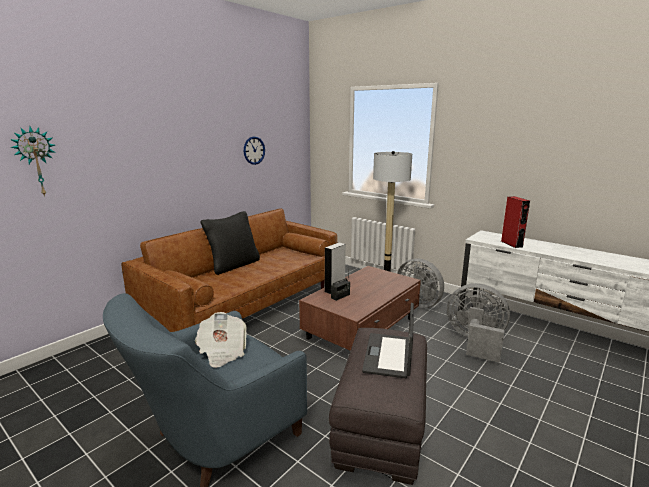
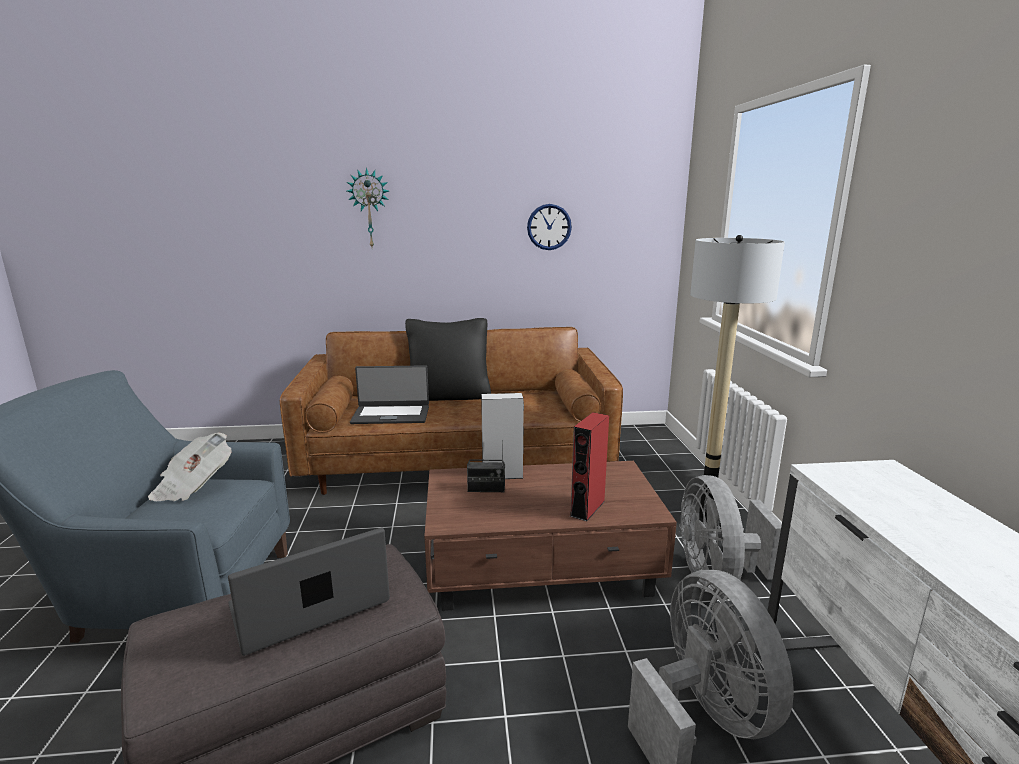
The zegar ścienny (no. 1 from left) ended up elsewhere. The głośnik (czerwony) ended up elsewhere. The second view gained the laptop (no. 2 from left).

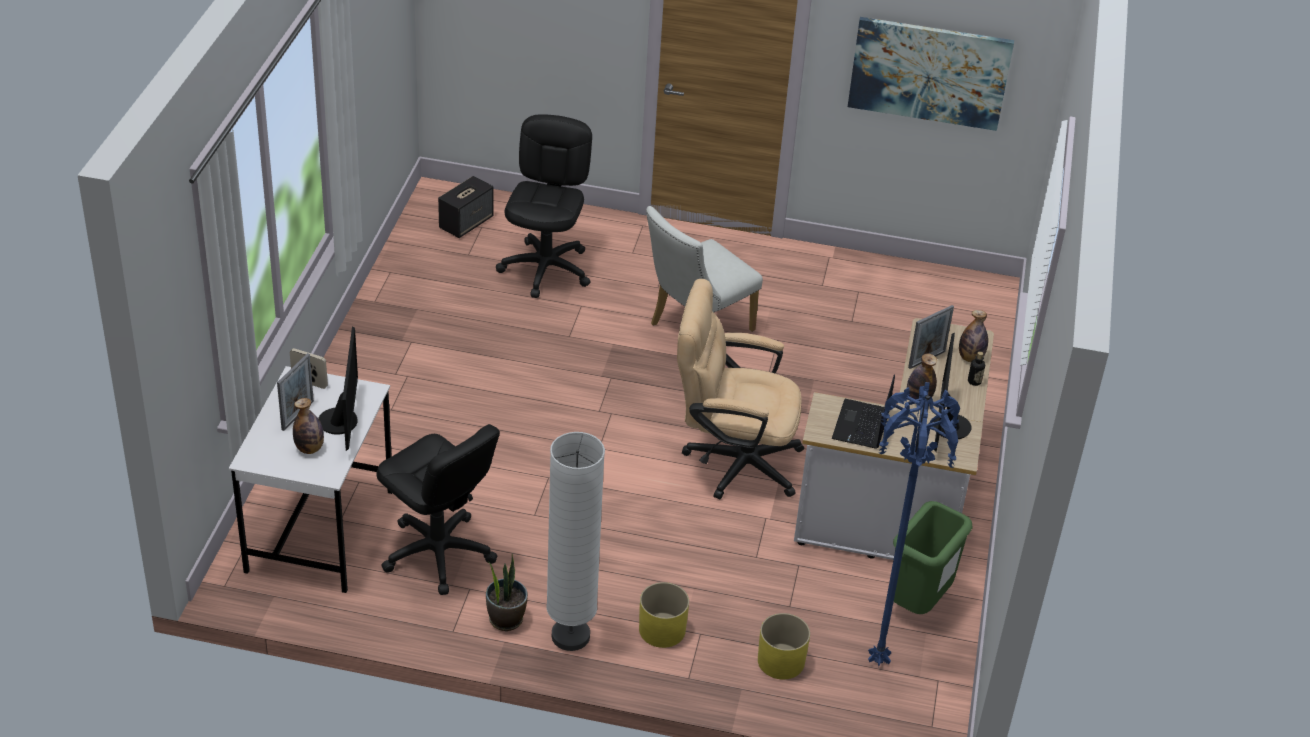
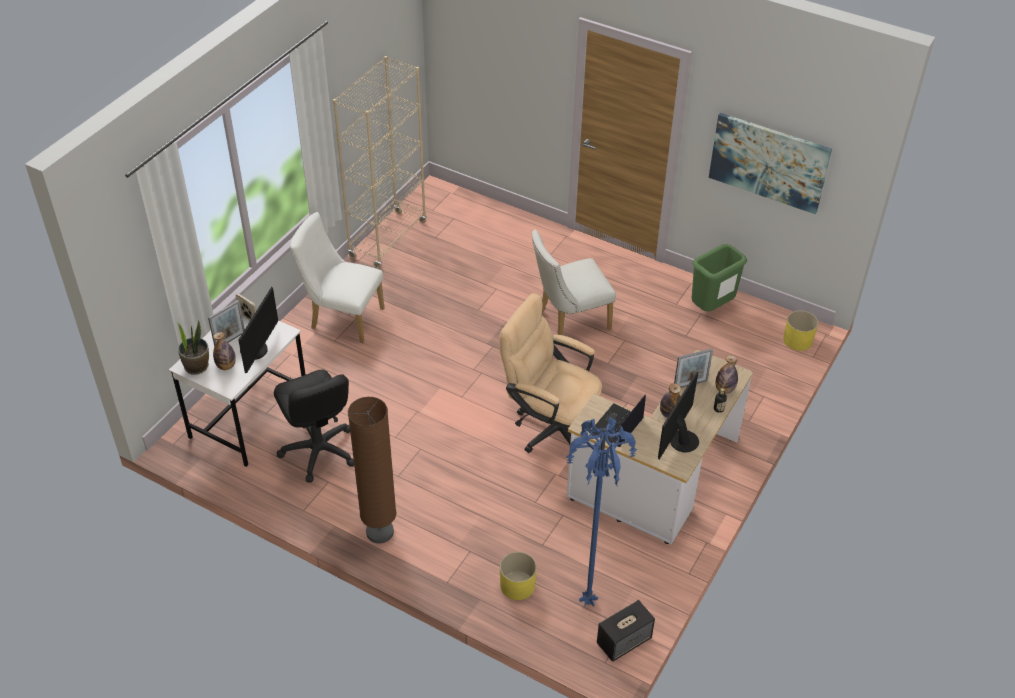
The głośnik ended up elsewhere. The roślina doniczkowa ended up elsewhere. The second view lost the krzesło biurowe (czarny) (no. 2 from left). What was the lampa stojąca (biały) turned into the lampa stojąca (brązowy). The donica (żółty) (no. 1 from left in the first image) ended up elsewhere. The kosz na śmieci (zielony) ended up elsewhere. The second view gained the krzesło (biały) (no. 1 from left). The second view gained the regał (beżowy).

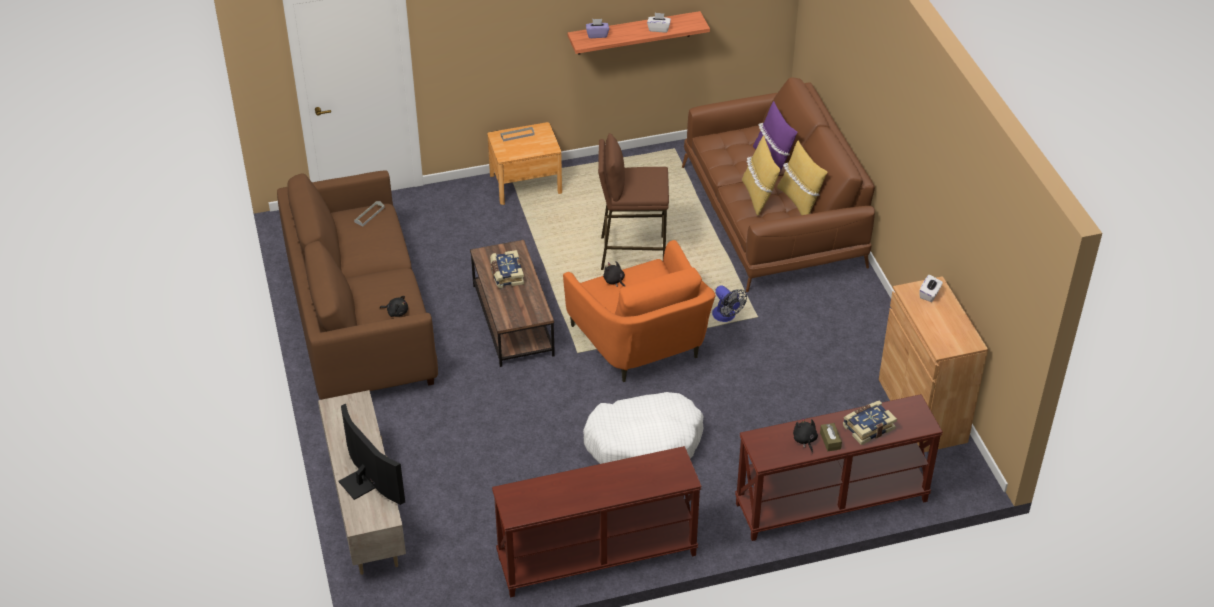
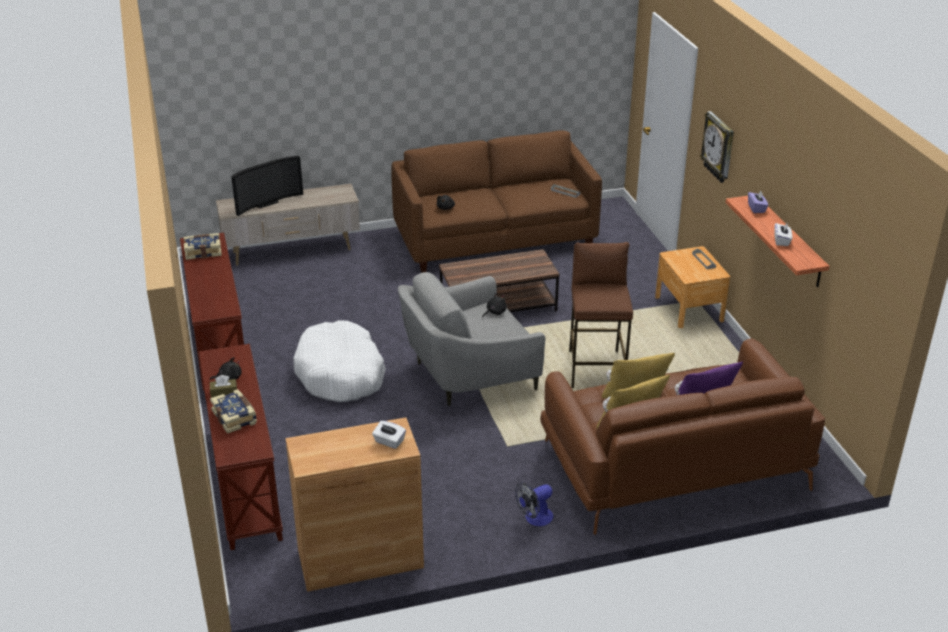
The książka (no. 1 from left) ended up elsewhere. What was the fotel (pomarańczowy) turned into the fotel (szary). The wentylator ended up elsewhere. The second view gained the zegar ścienny.

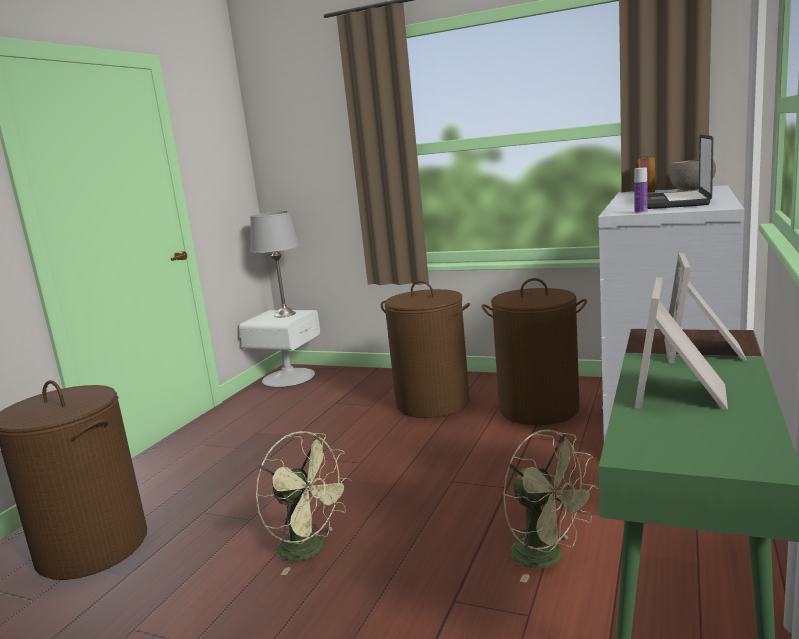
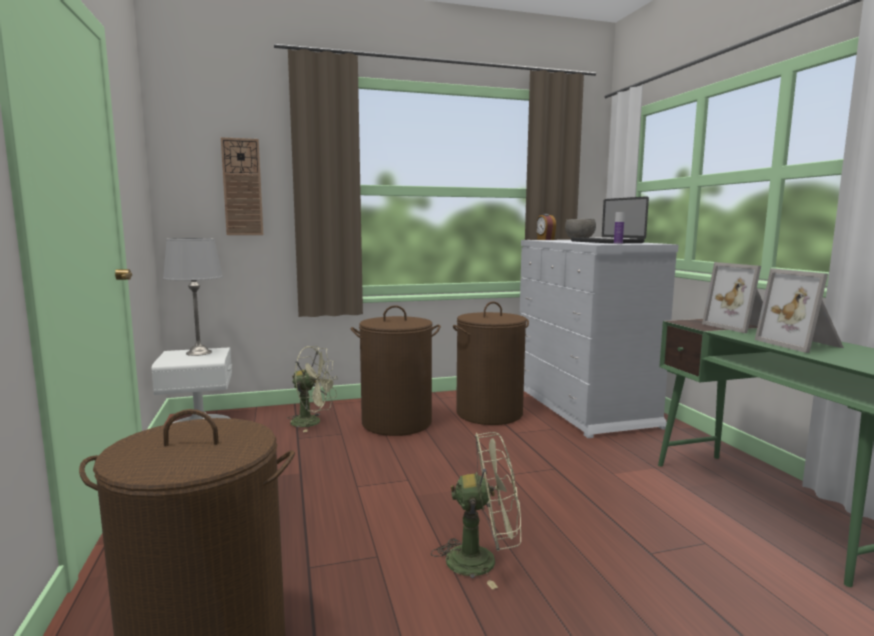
The wentylator (zielony) (no. 2 from left in the first image) ended up elsewhere. The second view gained the zegar ścienny.

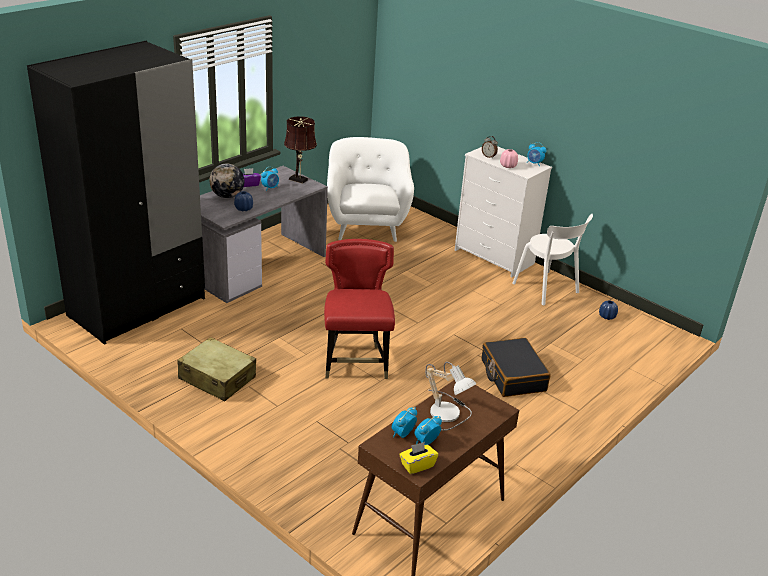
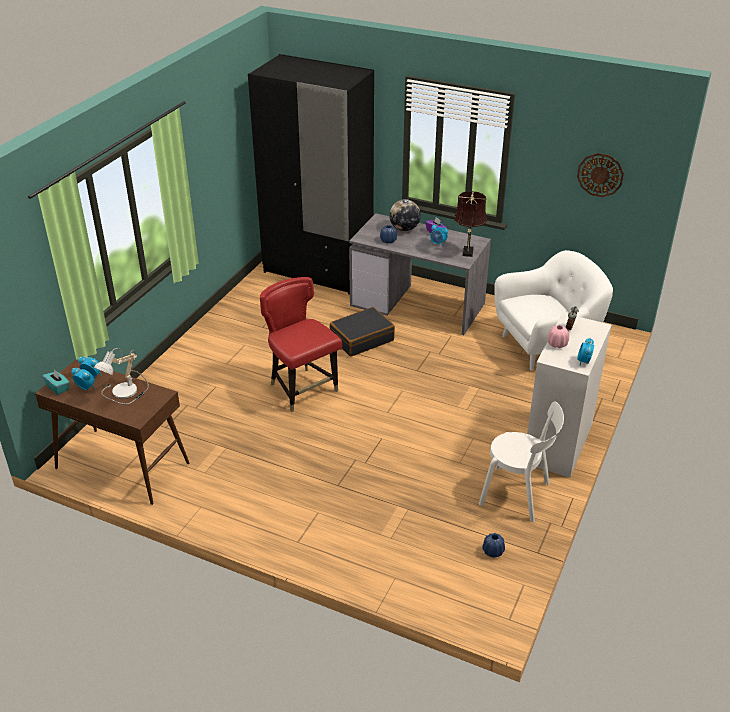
The second view lost the walizka (beżowy). The krzesło (czerwony) ended up facing another way, 105 degrees counterclockwise from before. What was the pudełko chusteczek (żółty) turned into the pudełko chusteczek (turkusowy). The walizka (czarny) ended up elsewhere. The krzesło (biały) ended up facing another way, 105 degrees counterclockwise from before. The second view gained the zegar ścienny.

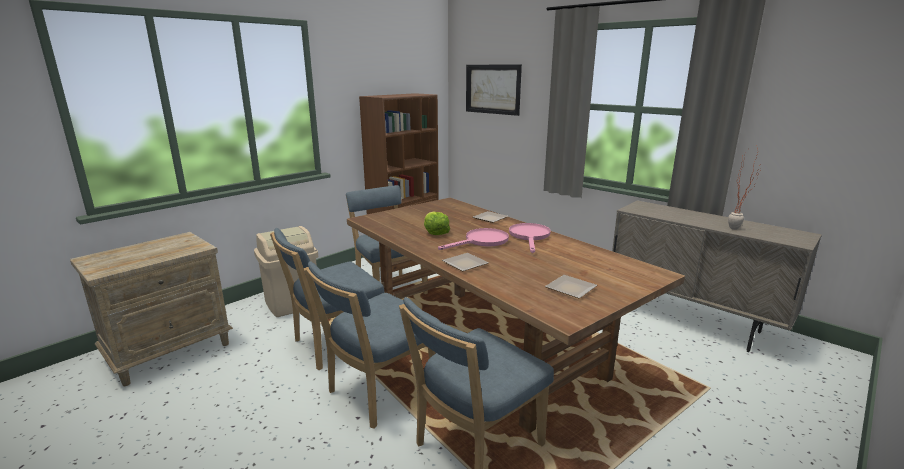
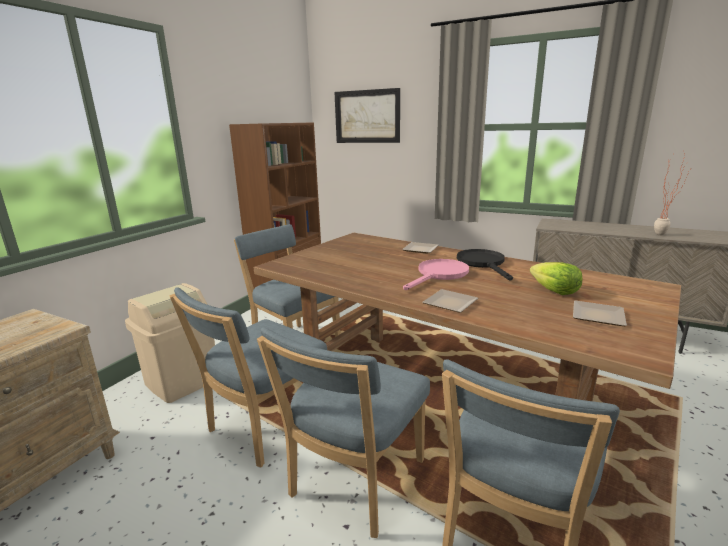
The sałata ended up elsewhere. What was the patelnia (różowy) (no. 2 from left) turned into the patelnia (czarny).

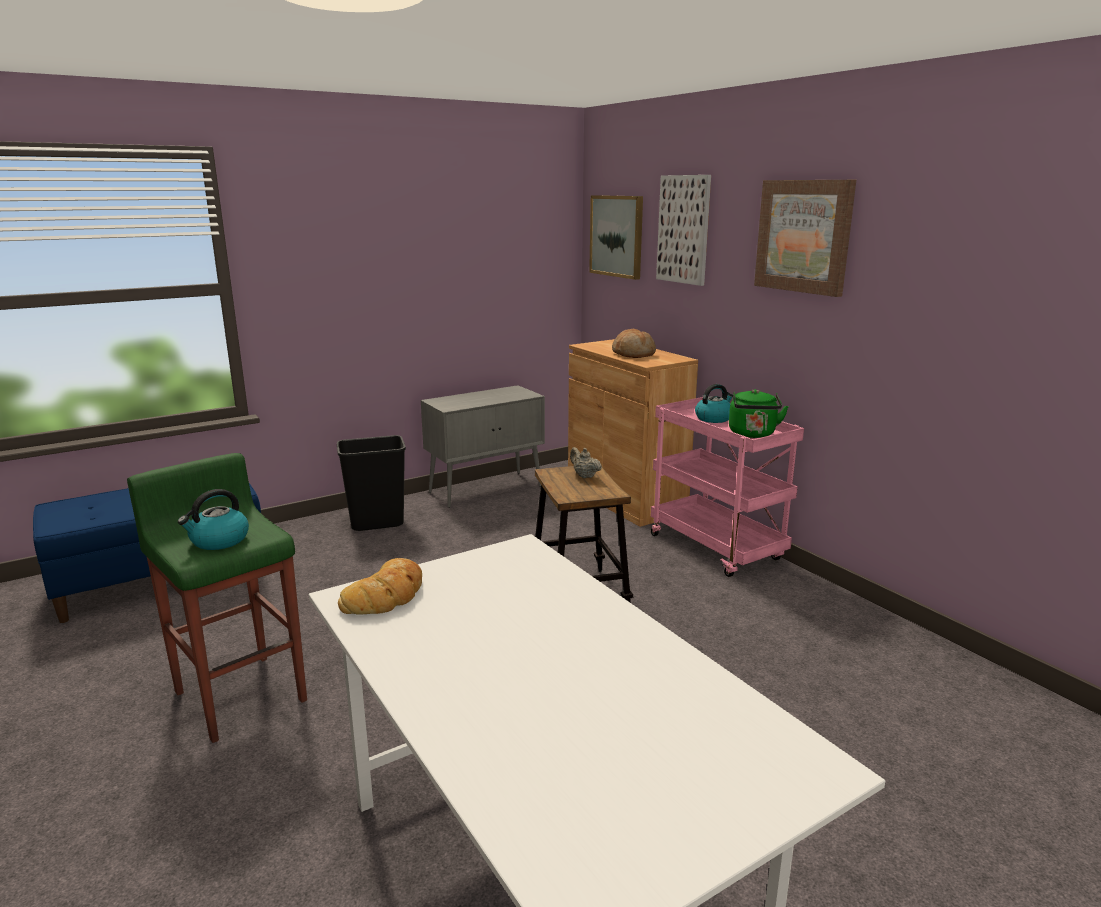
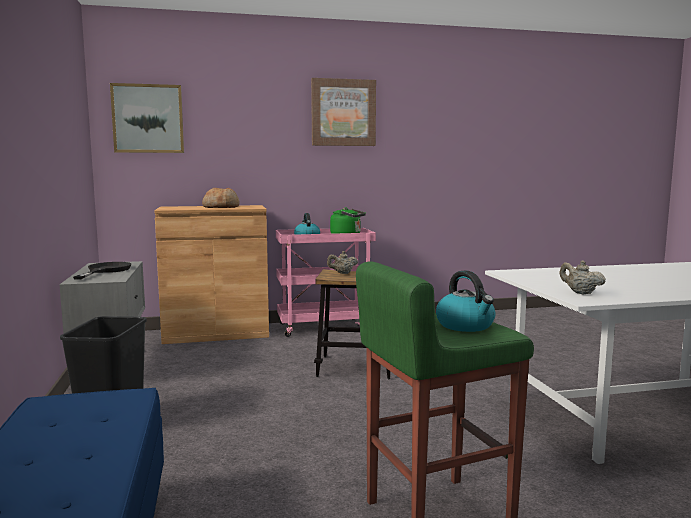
Where the chleb (no. 1 from left) stood, the imbryk (beżowy) (no. 2 from left) came to stand. The second view lost the obraz (no. 2 from left). The second view gained the patelnia (czarny).

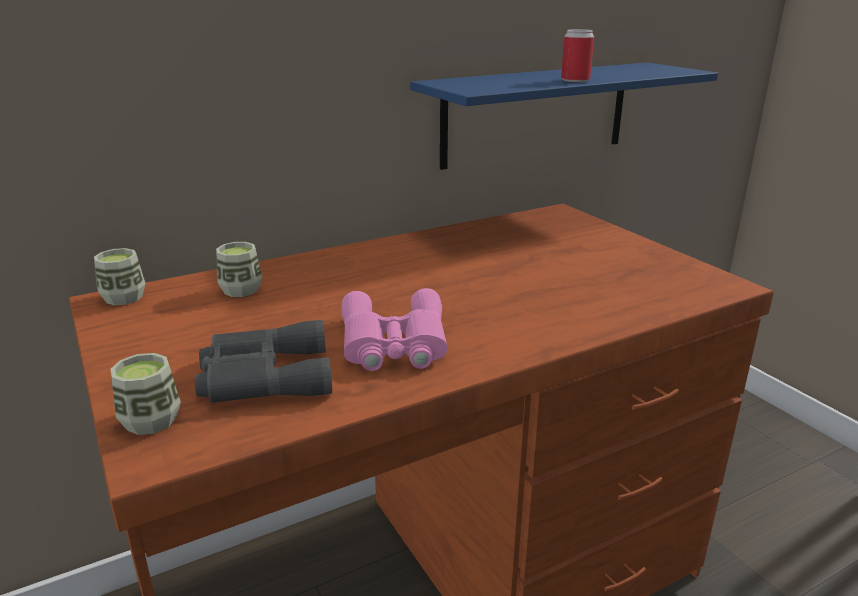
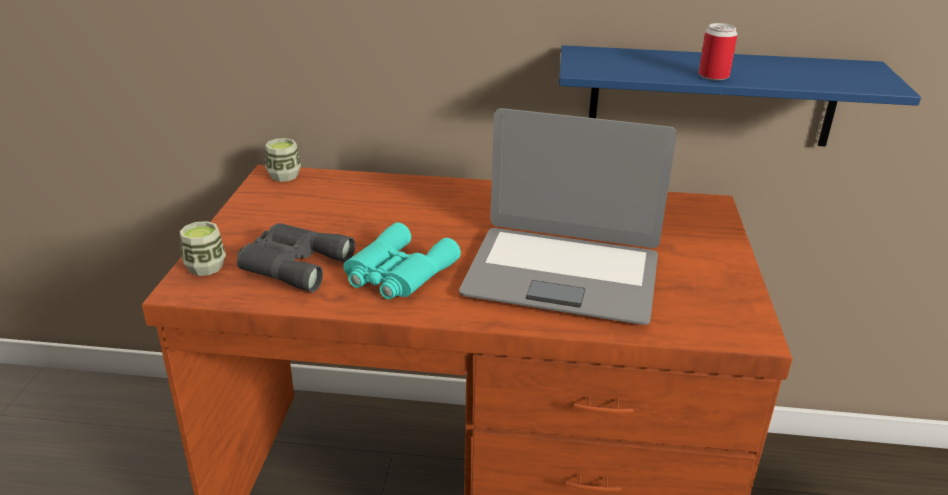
The second view lost the filiżanka (no. 3 from left). What was the lornetka (różowy) turned into the lornetka (turkusowy). The second view gained the laptop.

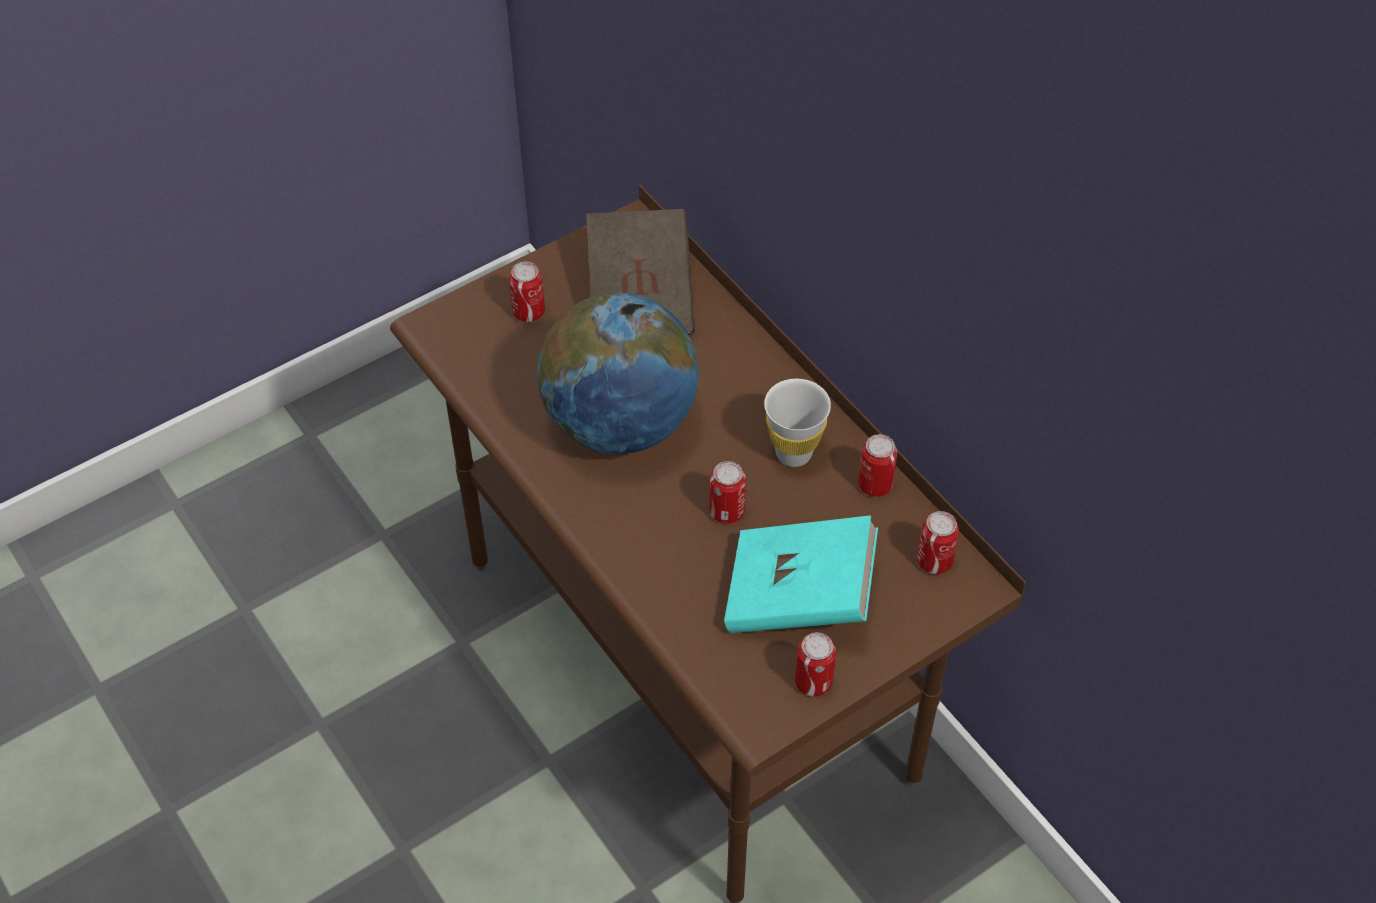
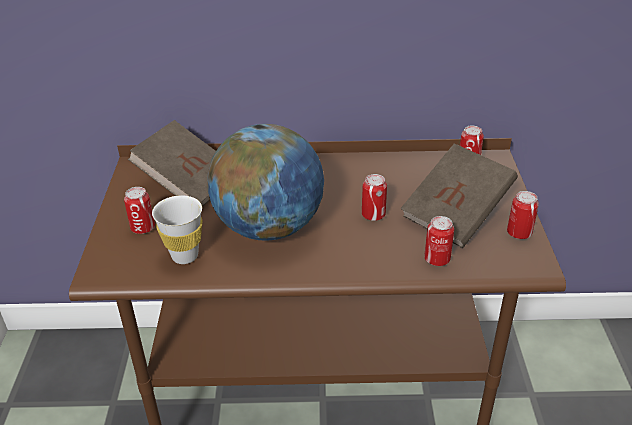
What was the książka (turkusowy) turned into the książka (brązowy) (no. 2 from left). The filiżanka (biały) ended up elsewhere. The puszka (no. 4 from left in the first image) ended up elsewhere.

